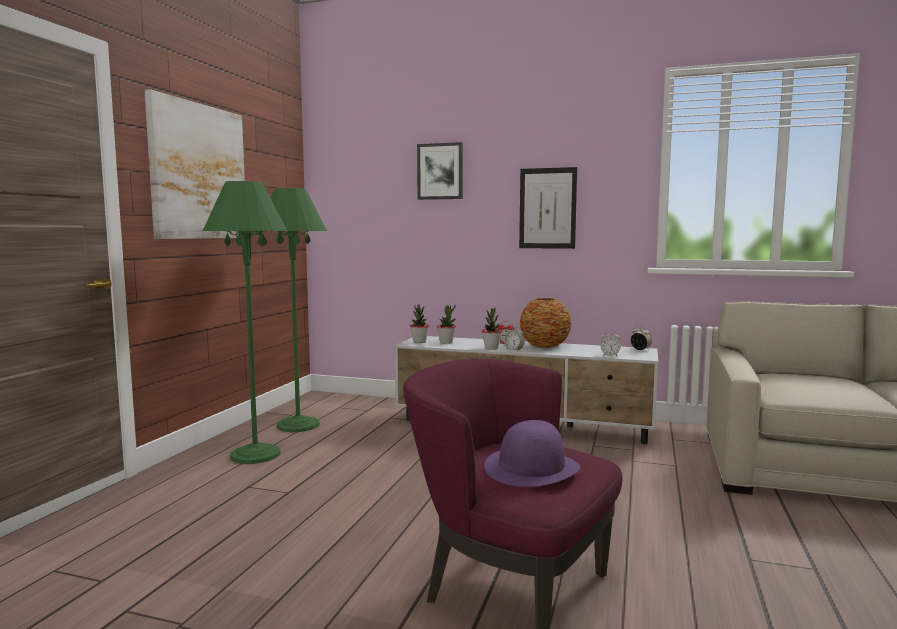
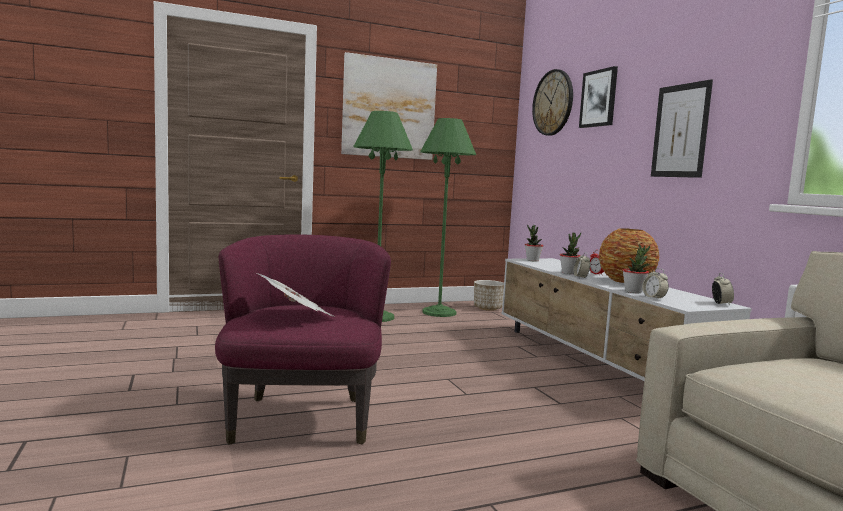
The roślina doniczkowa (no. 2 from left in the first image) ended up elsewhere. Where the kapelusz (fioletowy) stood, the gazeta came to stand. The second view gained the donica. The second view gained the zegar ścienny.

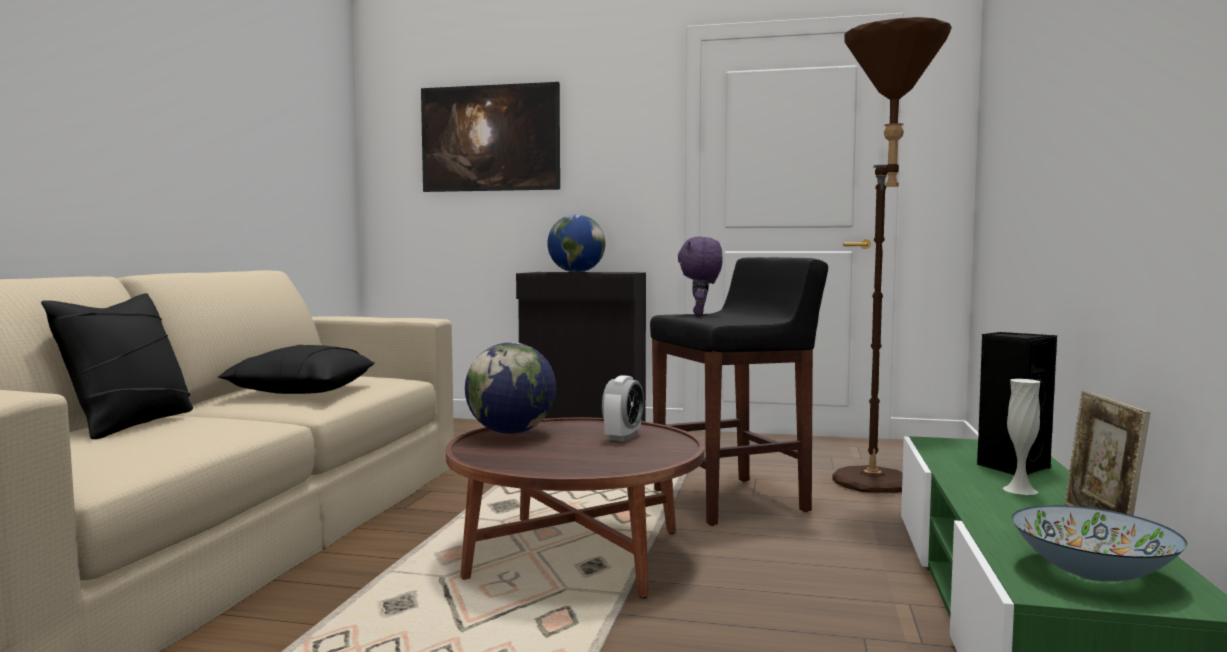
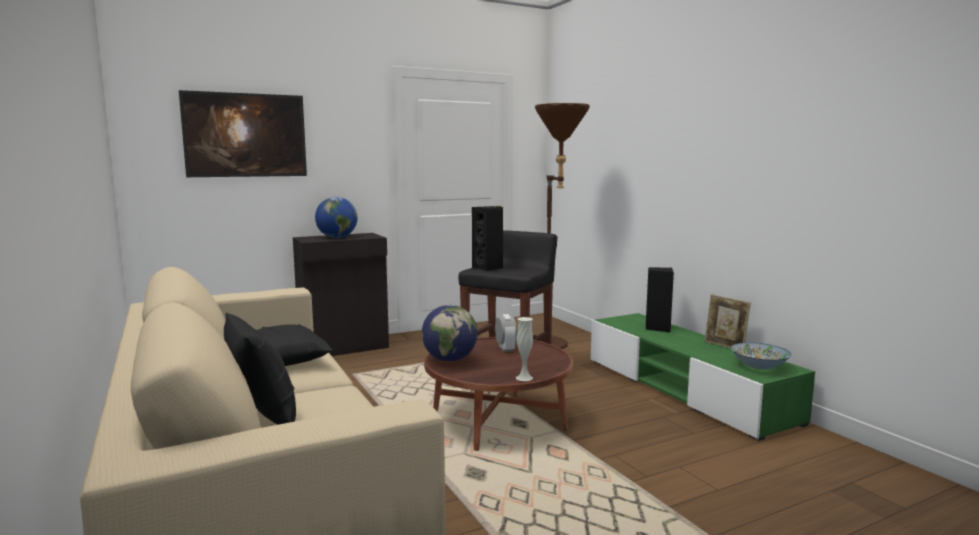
Where the pluszak (fioletowy) stood, the głośnik (czarny) (no. 1 from left) came to stand. The wazon (biały) ended up elsewhere.

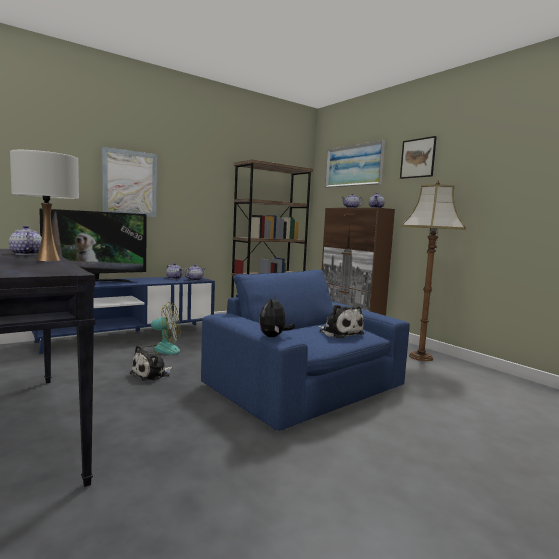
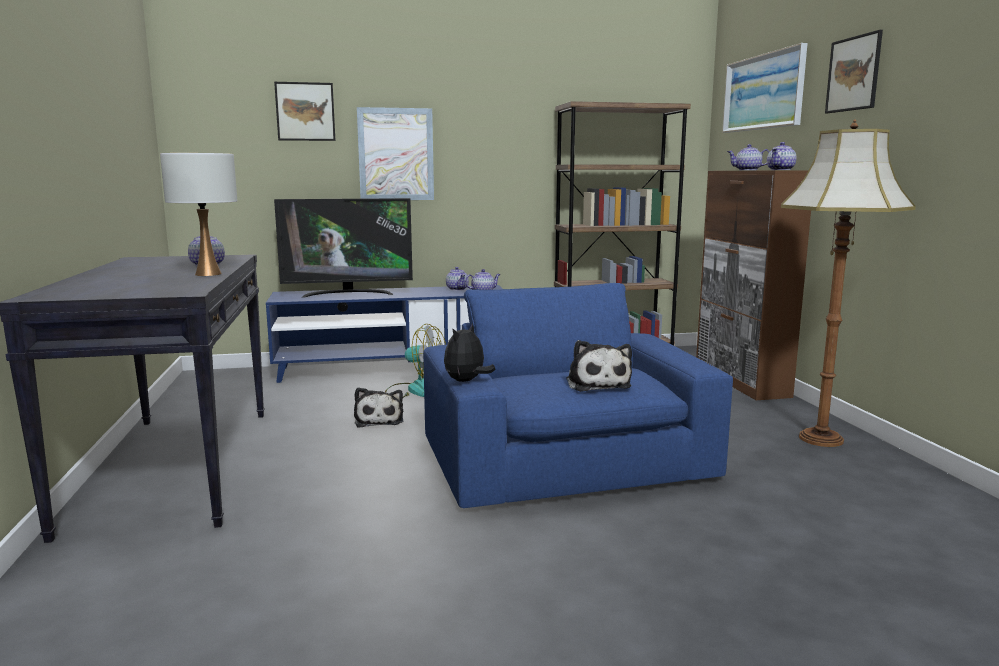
The pluszak (no. 1 from left) ended up facing another way, 75 degrees counterclockwise from before. The second view gained the obraz (no. 1 from left).

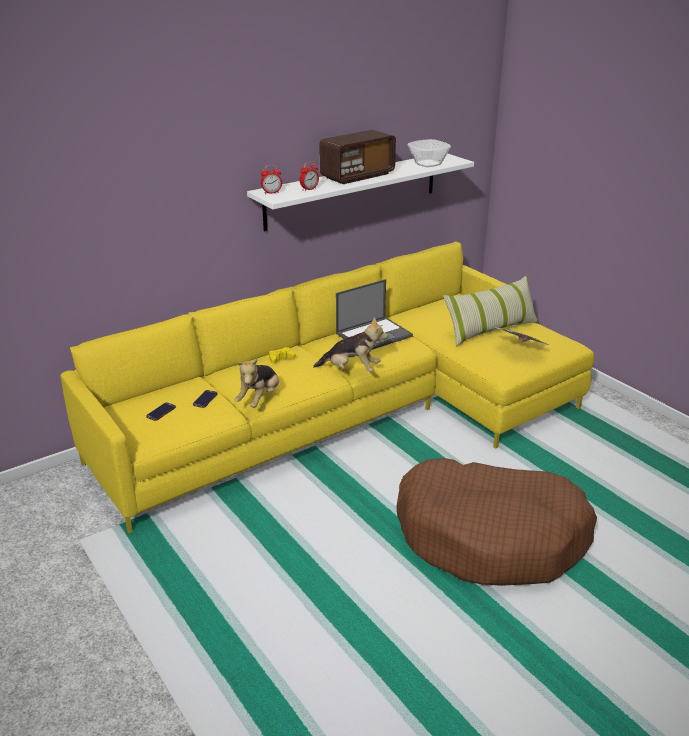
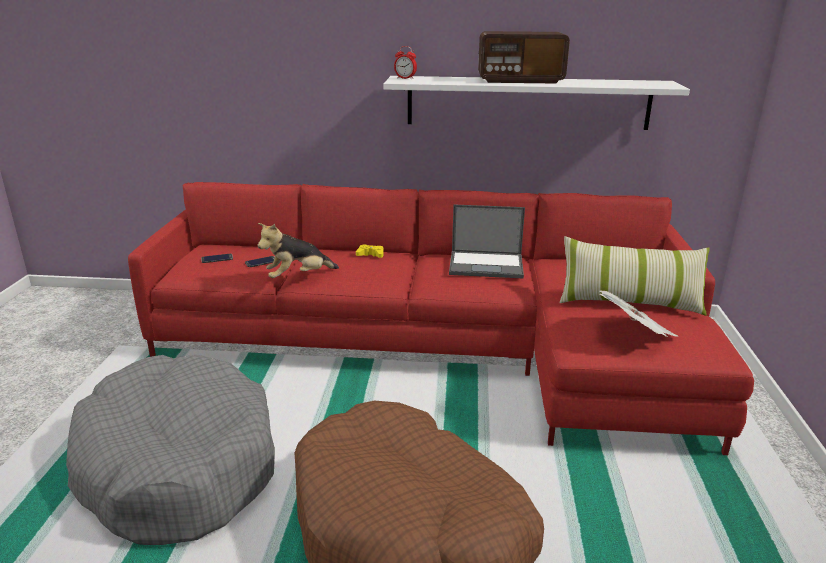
What was the kanapa (żółty) turned into the kanapa (czerwony). The second view lost the budzik (no. 2 from left). The second view lost the pluszak (no. 2 from left). The second view lost the miska. The second view gained the legowisko (szary).

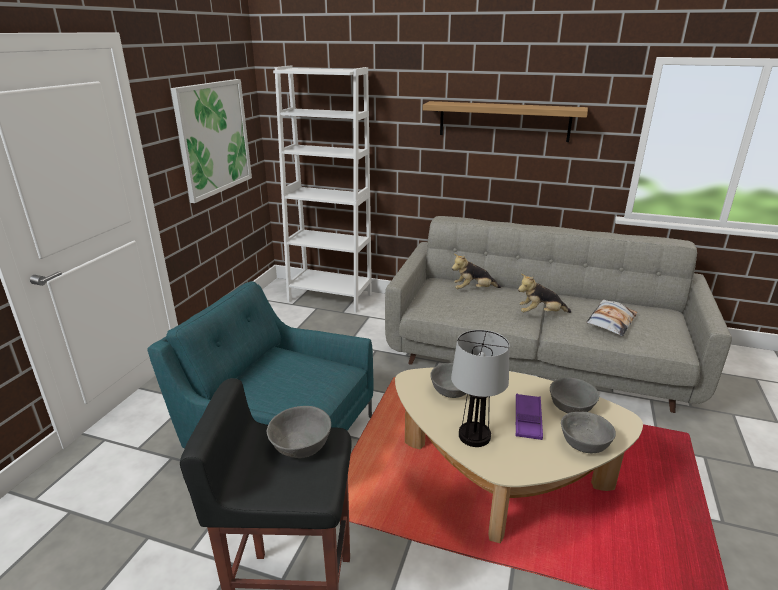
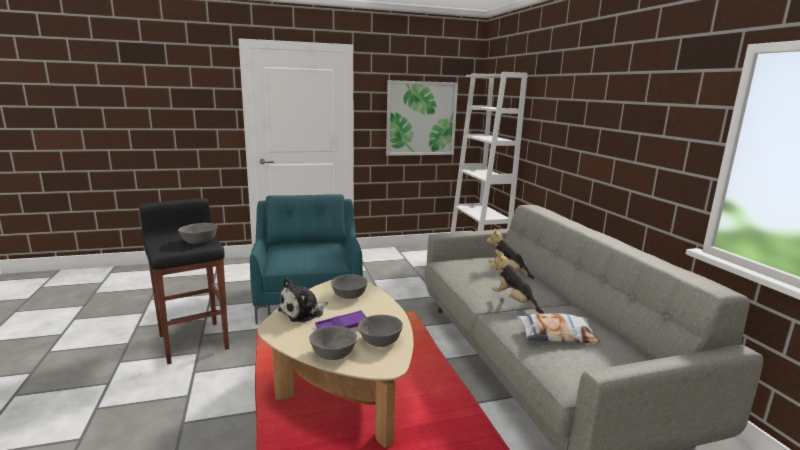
The second view lost the półka. Where the lampa stołowa stood, the pluszak (no. 1 from left) came to stand.

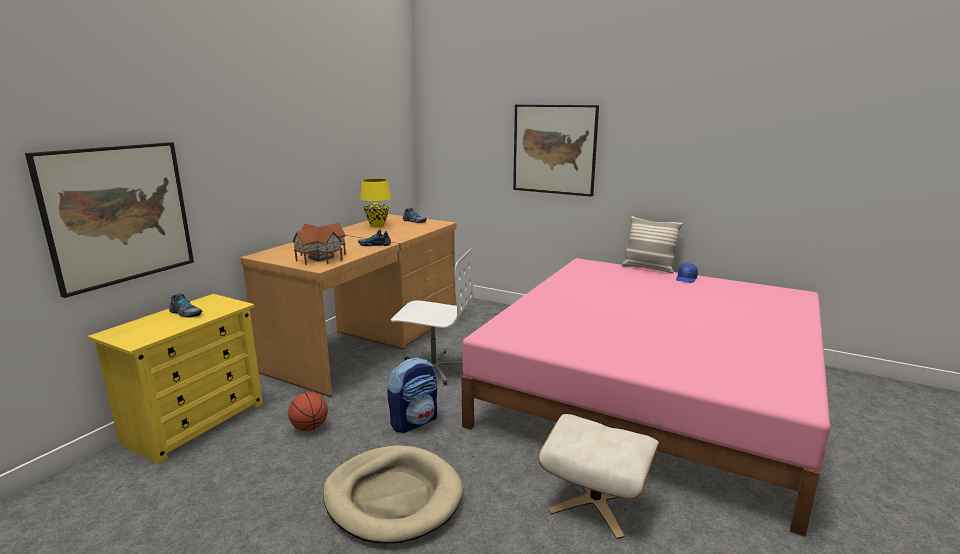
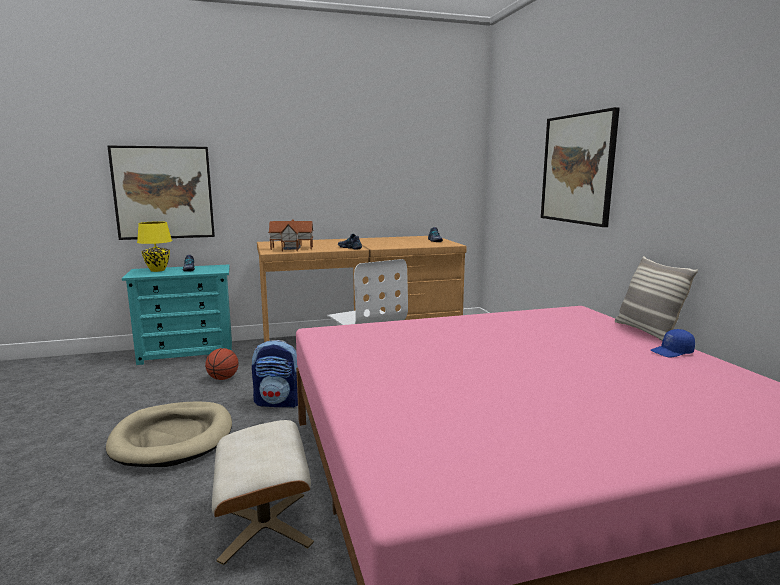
What was the komoda (żółty) turned into the komoda (turkusowy). The lampa stołowa (żółty) ended up elsewhere.

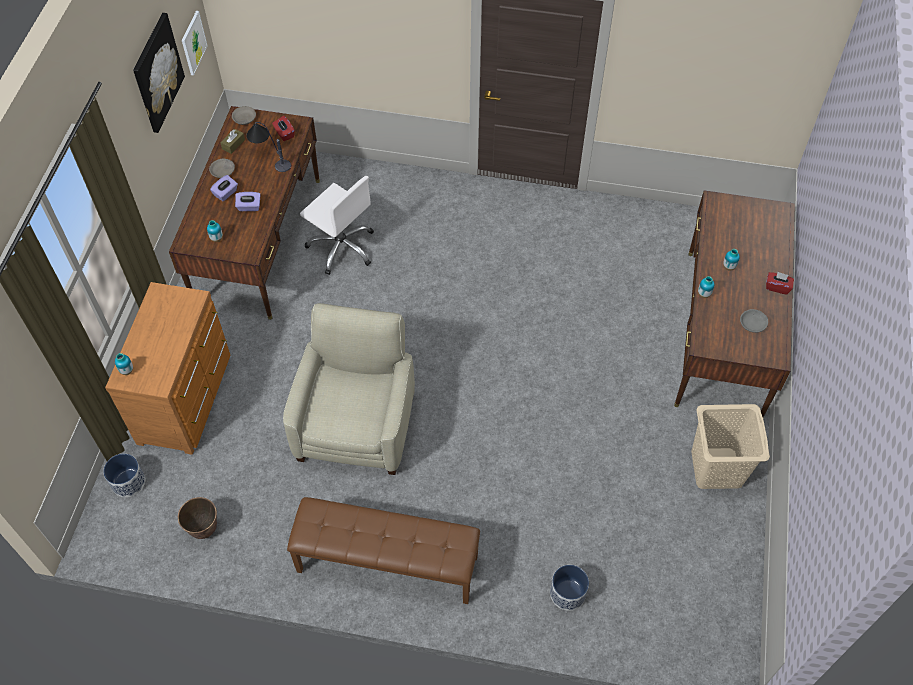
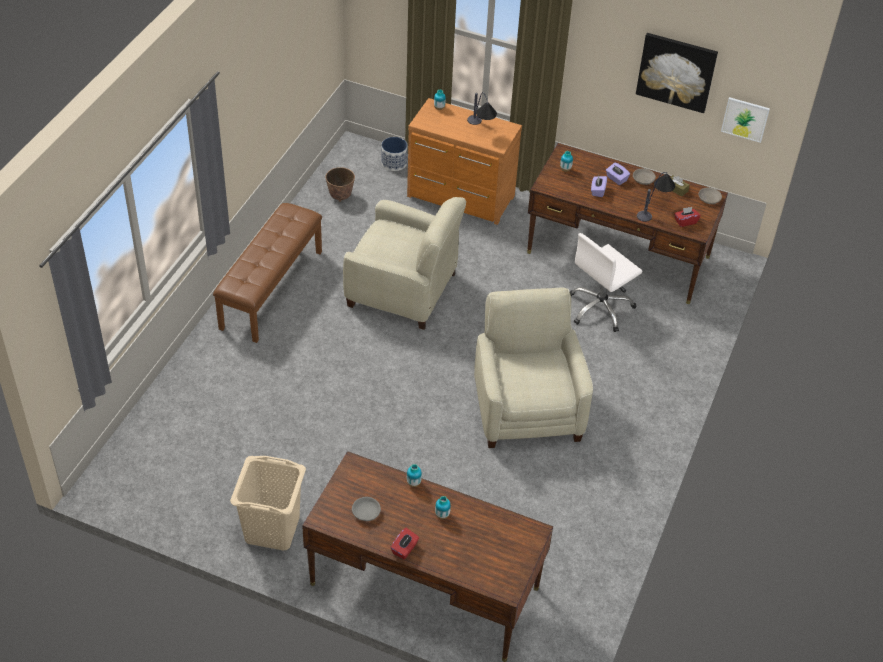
The second view lost the donica (no. 3 from left). The second view gained the lampa stołowa (no. 1 from left). The second view gained the fotel (beżowy) (no. 2 from left).

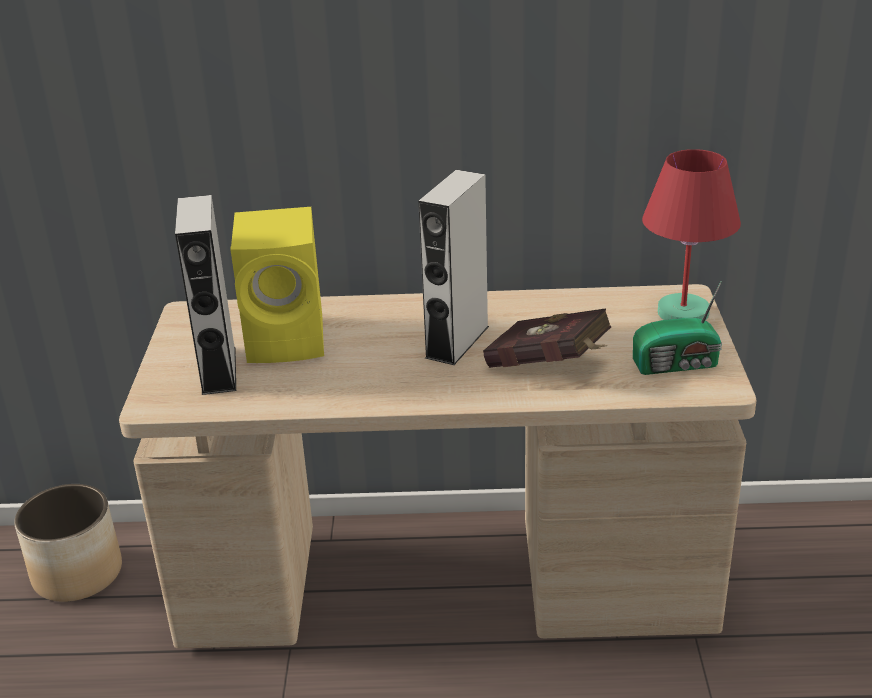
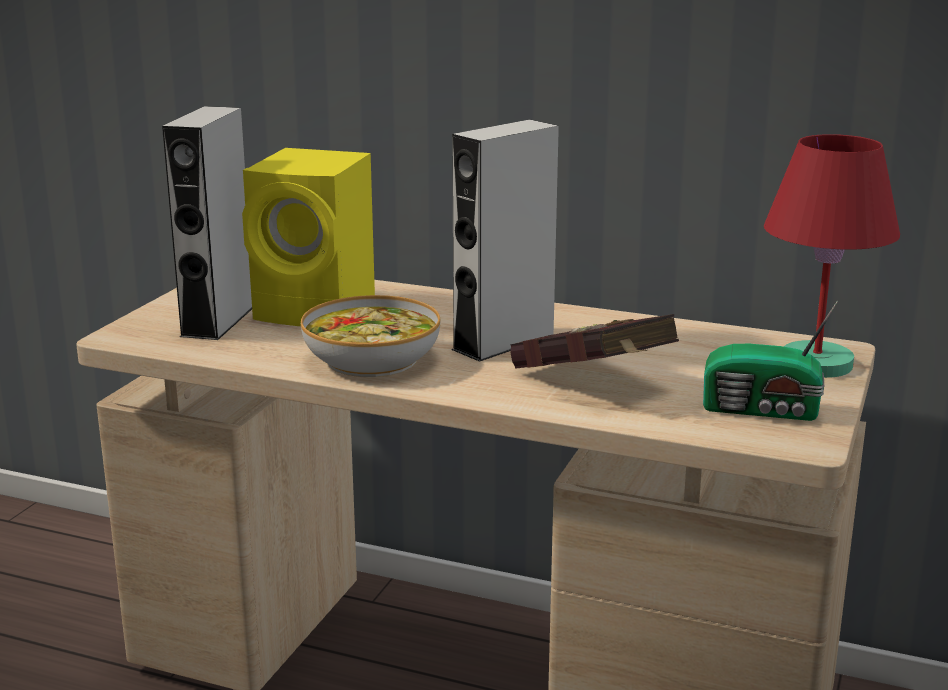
The second view lost the donica. The second view gained the miska.

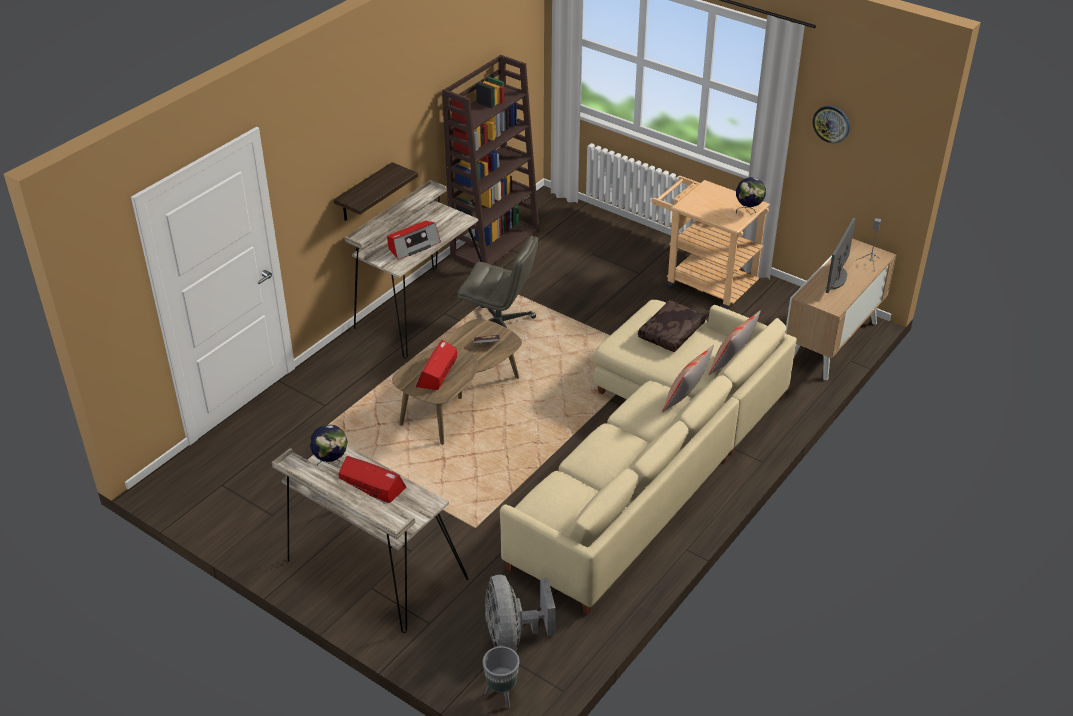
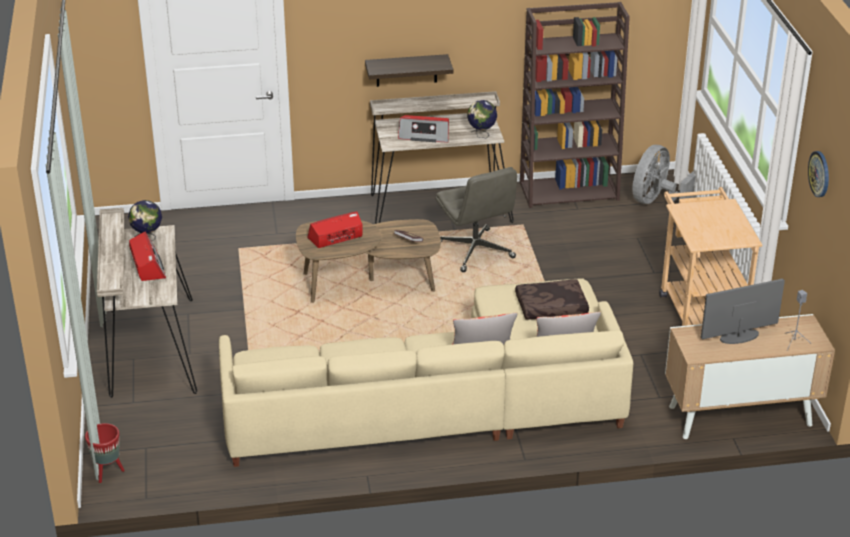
What was the donica (szary) turned into the donica (czerwony). The wentylator (szary) ended up elsewhere. The globus (no. 2 from left) ended up elsewhere.

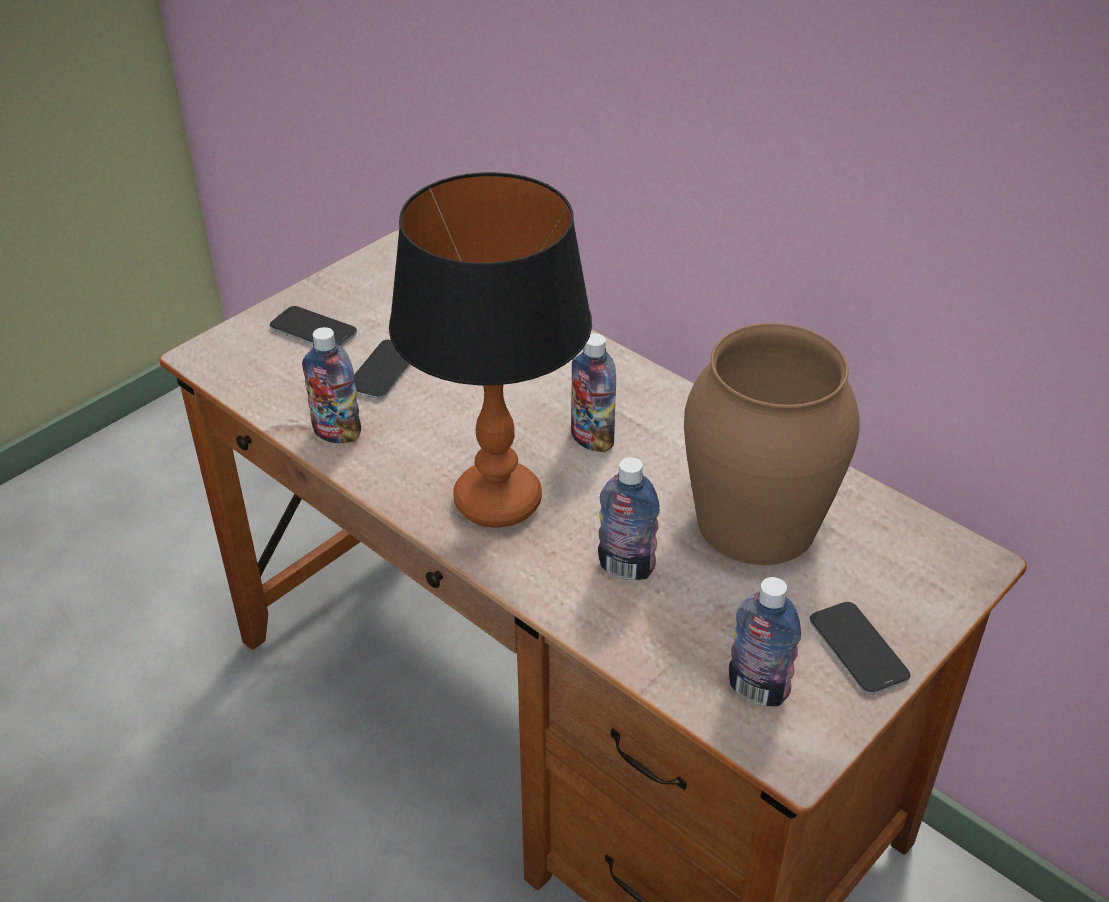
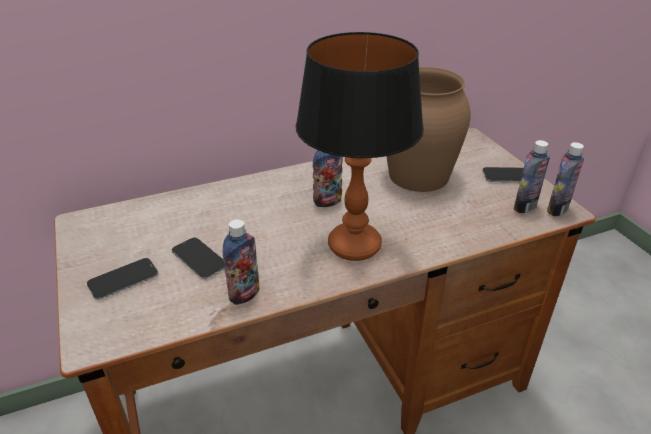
The butelka (no. 3 from left in the first image) ended up elsewhere.

